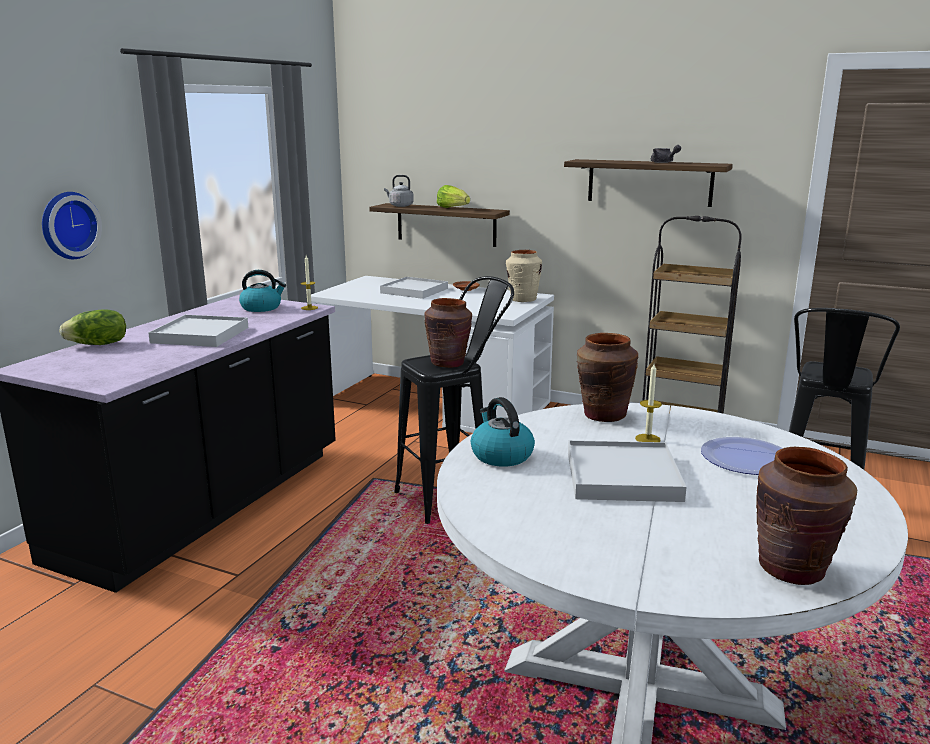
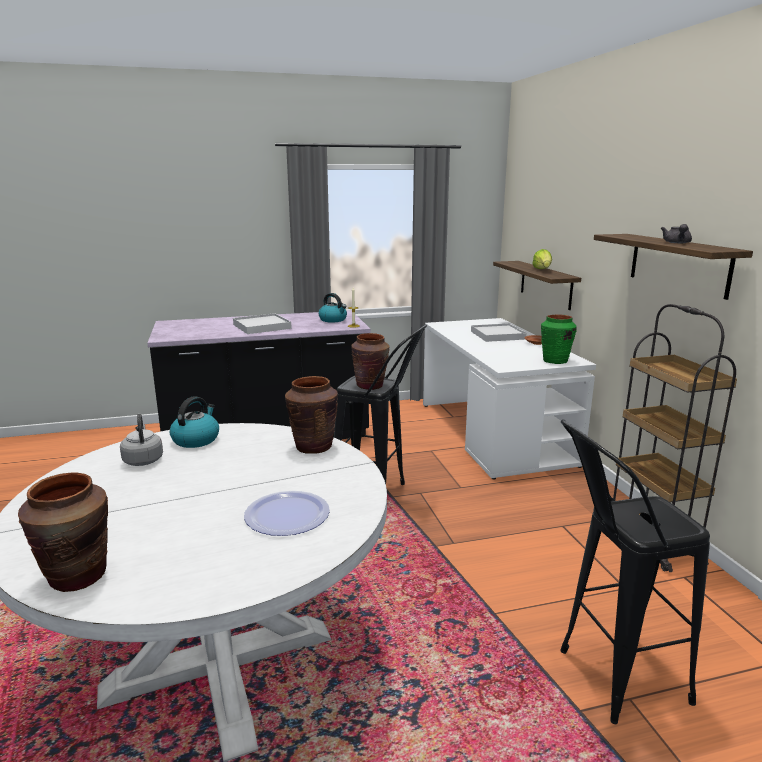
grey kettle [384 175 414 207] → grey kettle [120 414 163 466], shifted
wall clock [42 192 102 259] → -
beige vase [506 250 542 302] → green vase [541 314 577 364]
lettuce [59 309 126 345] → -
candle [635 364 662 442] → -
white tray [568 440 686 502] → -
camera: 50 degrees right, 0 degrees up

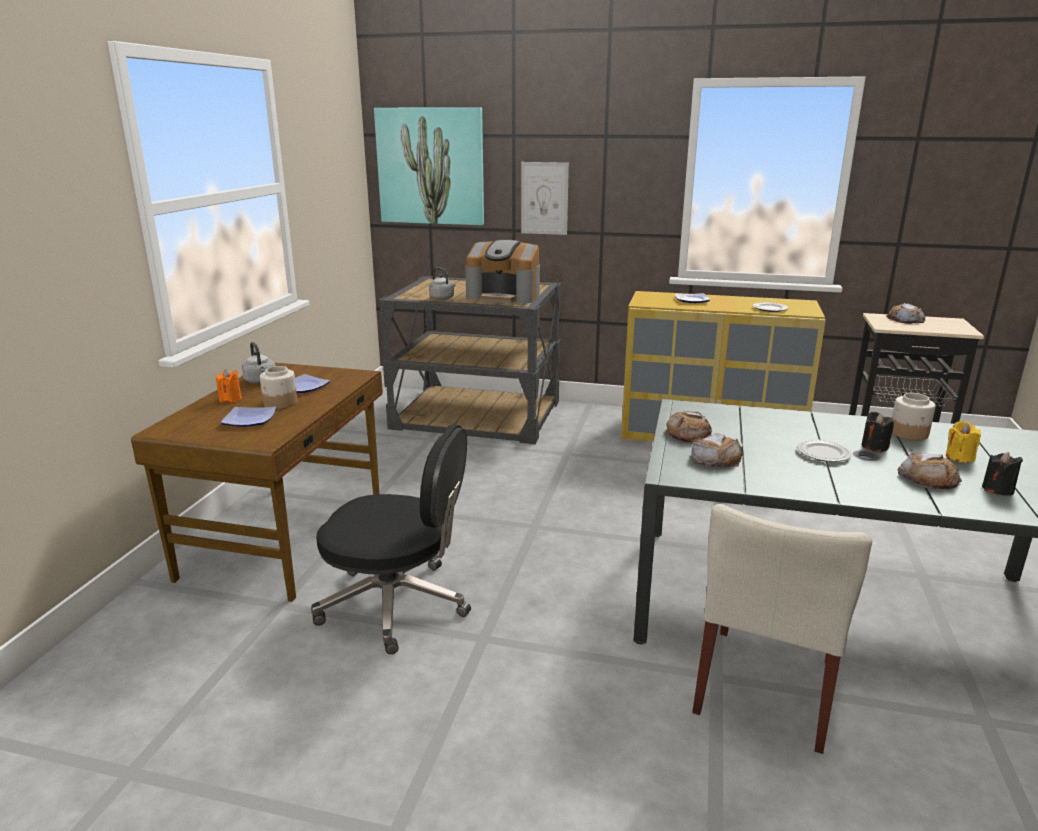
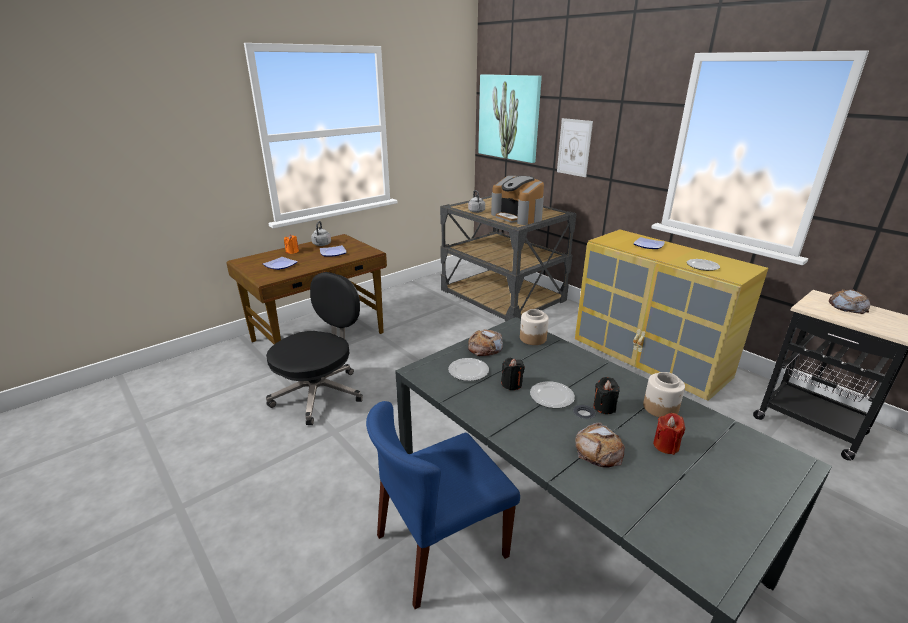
jar [260 366 298 409] → jar [520 309 549 345], shifted
yellow candle [946 421 981 463] → red candle [653 413 685 455]
black office chair [311 424 471 654] → black office chair [266 272 363 425], 105 degrees counterclockwise
bread [692 433 743 468] → plate [448 358 489 381]
black candle [982 452 1023 496] → black candle [501 358 525 390], shifted
beige chair [692 504 872 754] → blue chair [366 401 520 609]
camera: 35 degrees right, 5 degrees up

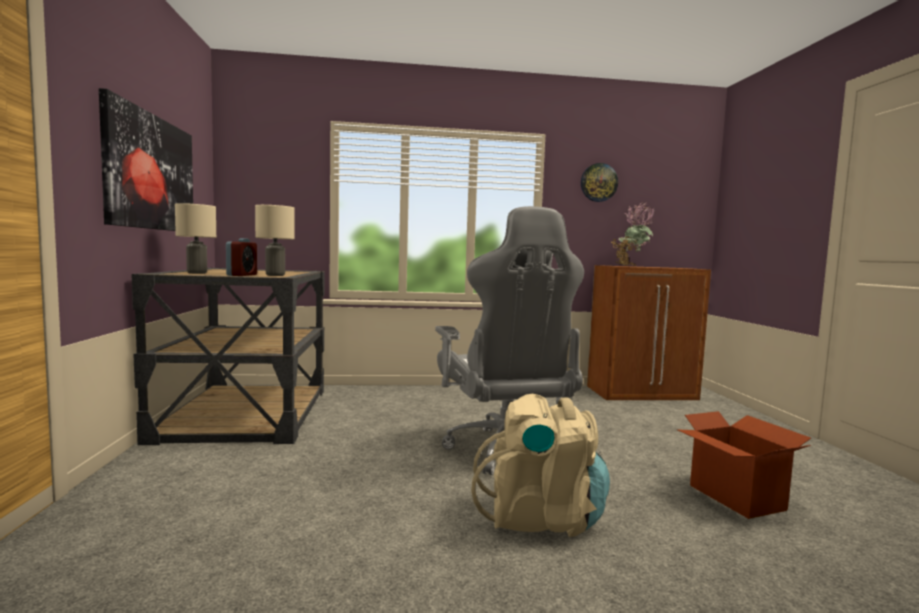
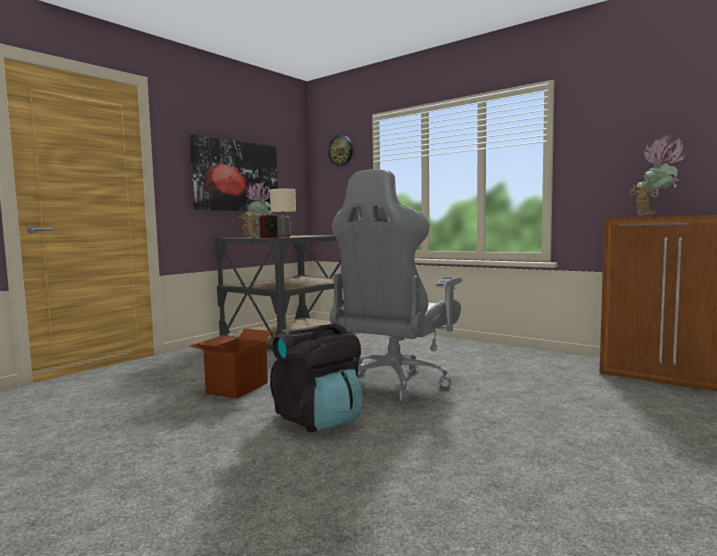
wall clock [581 163 618 202] → wall clock [328 135 353 167], shifted
beige table lamp [175 203 216 274] → potted plant [238 180 271 237]
beige backpack [471 394 610 537] → black backpack [270 323 363 432]
cardboard box [677 411 811 519] → cardboard box [190 329 277 399], shifted
camera: 45 degrees right, 0 degrees up

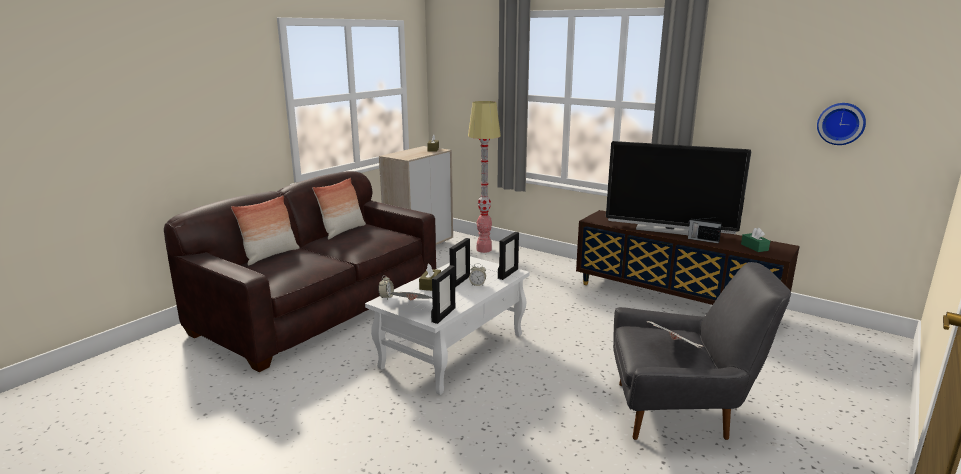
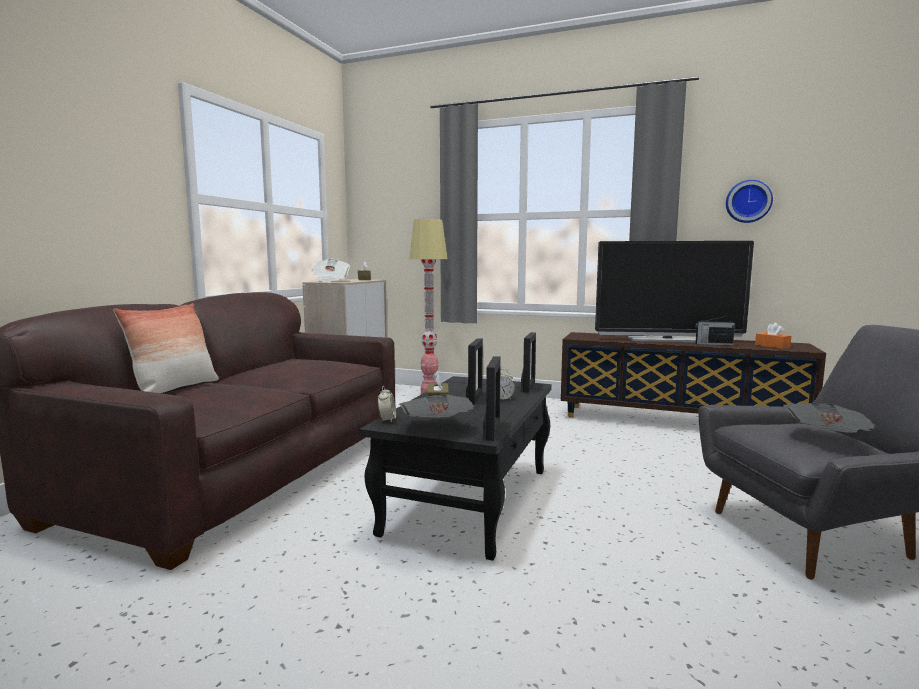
wall clock [817 103 866 145] → wall clock [726 180 773 223], shifted
pillow [312 178 366 239] → -
green tissue box [741 227 770 252] → orange tissue box [755 323 791 349]
white coffee table [365 256 530 395] → black coffee table [359 376 552 561]
- → newspaper [312 258 351 282]
camera: 15 degrees left, 10 degrees down

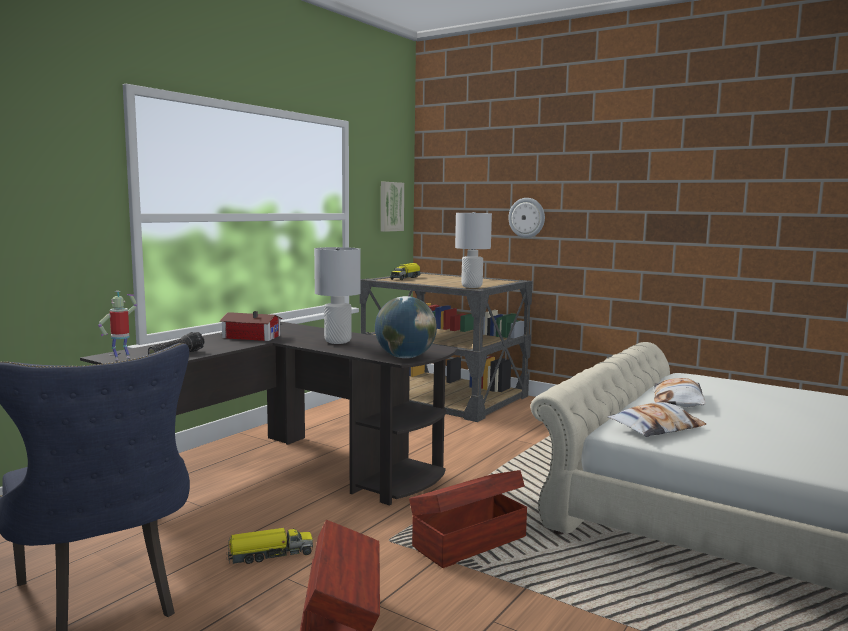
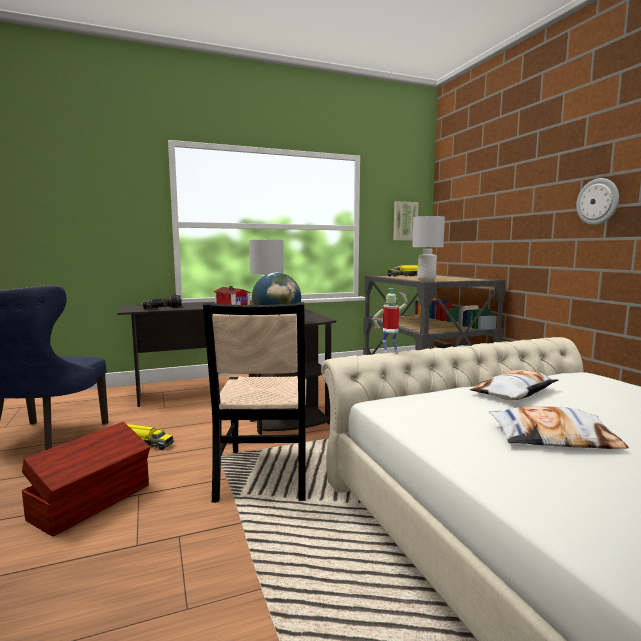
wall clock [508 198 545 238] → wall clock [576 178 619 225], shifted
toy robot [98 291 137 360] → toy robot [373 288 408 353], shifted
pillow [607 402 706 437] → pillow [489 406 629 449], shifted
brown storage box [409 470 527 568] → chair [203 302 306 503]
camera: 35 degrees right, 0 degrees up

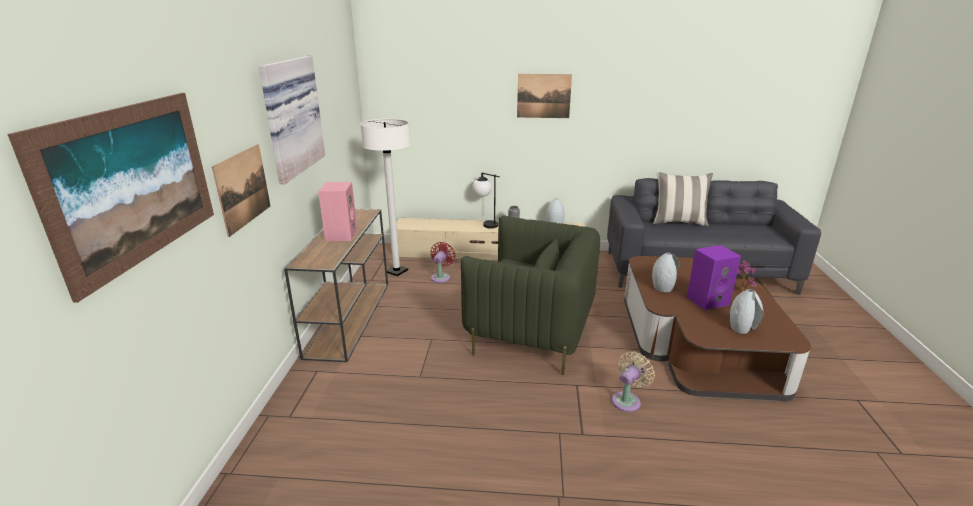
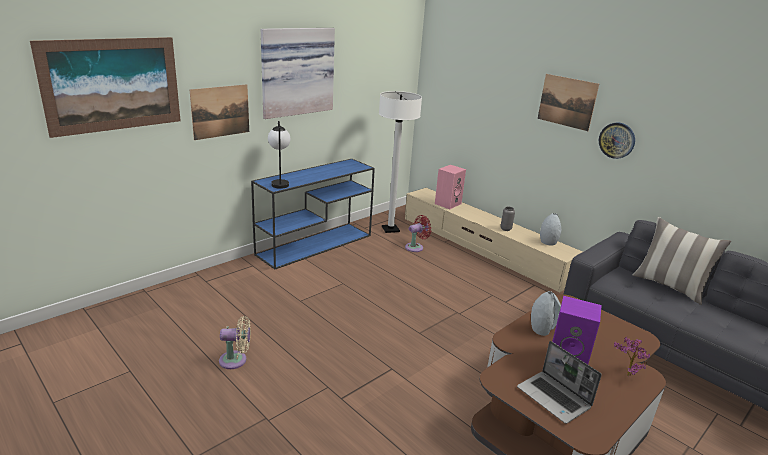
table lamp [473 173 500 228] → table lamp [268 121 290 189], shifted
pink speaker [318 182 357 241] → pink speaker [435 165 466 209], shifted
brown console table [284 209 388 362] → blue console table [251 159 375 269]
green armchair [461 215 600 375] → -
grey vase [730 289 763 334] → laptop [517 341 602 424]
beige fan [612 352 655 412] → beige fan [219 316 251 369], shifted
- → wall clock [599 123 635 159]
camera: 40 degrees right, 0 degrees up

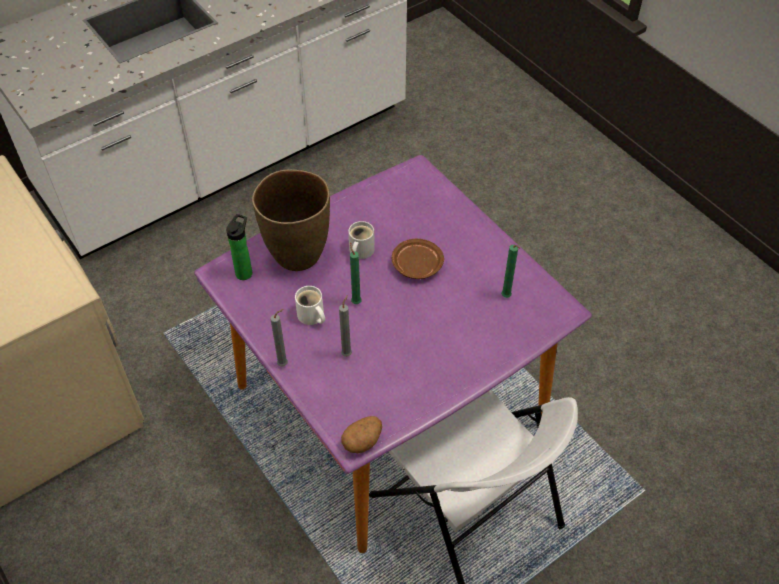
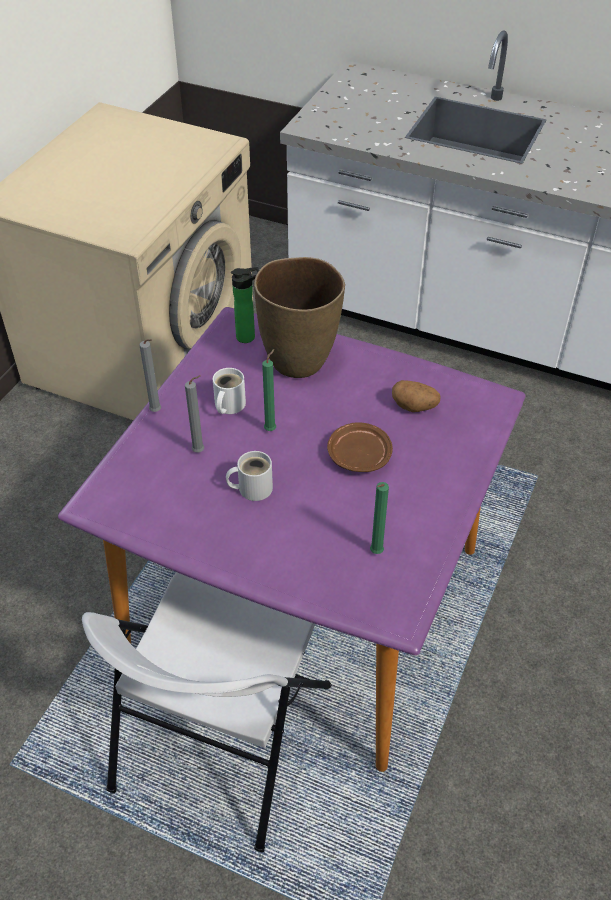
white mug [348 221 375 259] → white mug [226 451 273 501], shifted
potato [341 416 382 453] → potato [392 380 441 412], shifted
camera: 60 degrees right, 5 degrees down

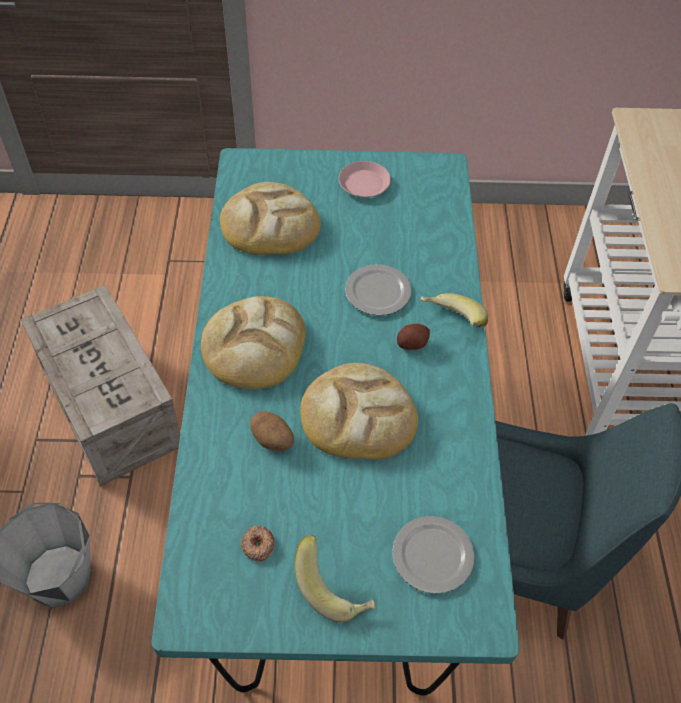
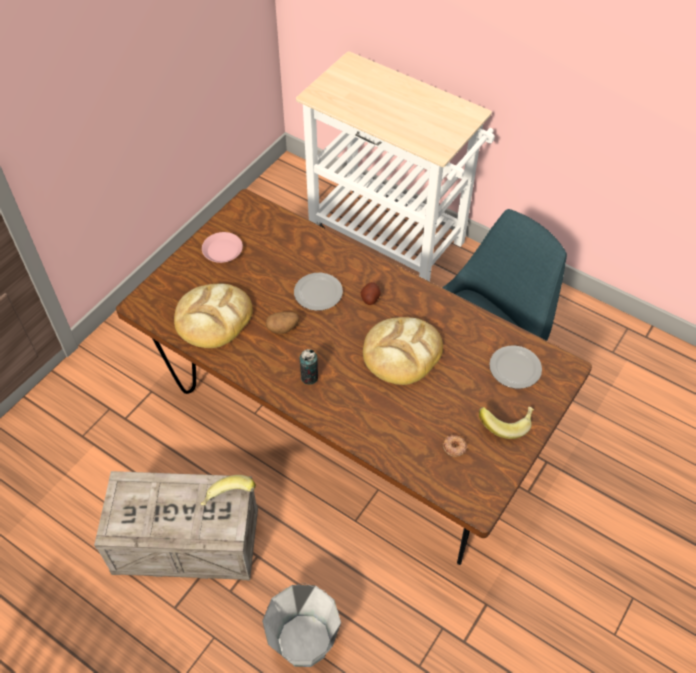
turquoise dining table [151 148 520 696] → brown dining table [116 189 592 565]
banana [421 293 488 328] → banana [201 475 256 505], shifted
bread [201 296 306 389] → can [299 349 318 385]
potato [250 411 294 451] → potato [266 312 299 334], shifted
camera: 55 degrees left, 0 degrees up

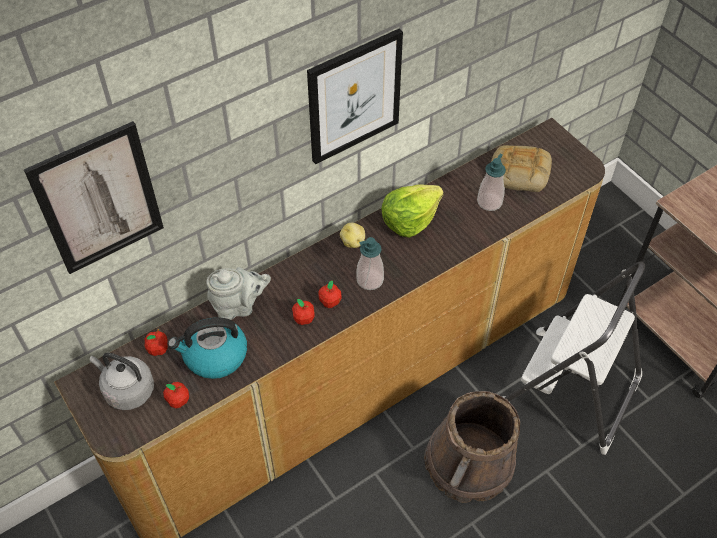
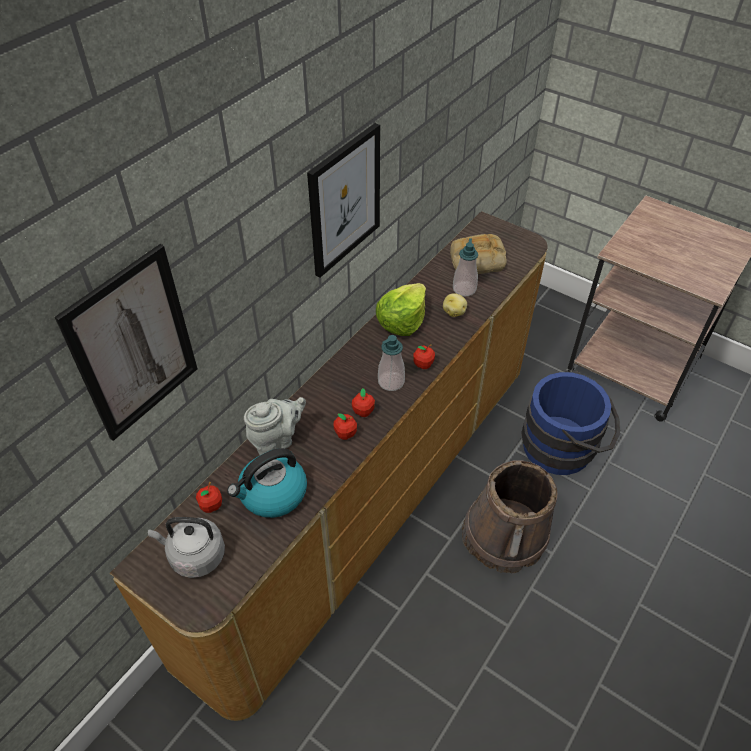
potato [340 223 365 248] → potato [443 293 467 317], shifted
white step ladder [502 261 645 455] → blue bucket [521 371 620 475]
apple [163 382 189 408] → apple [413 344 435 369], shifted
camera: 20 degrees left, 5 degrees down

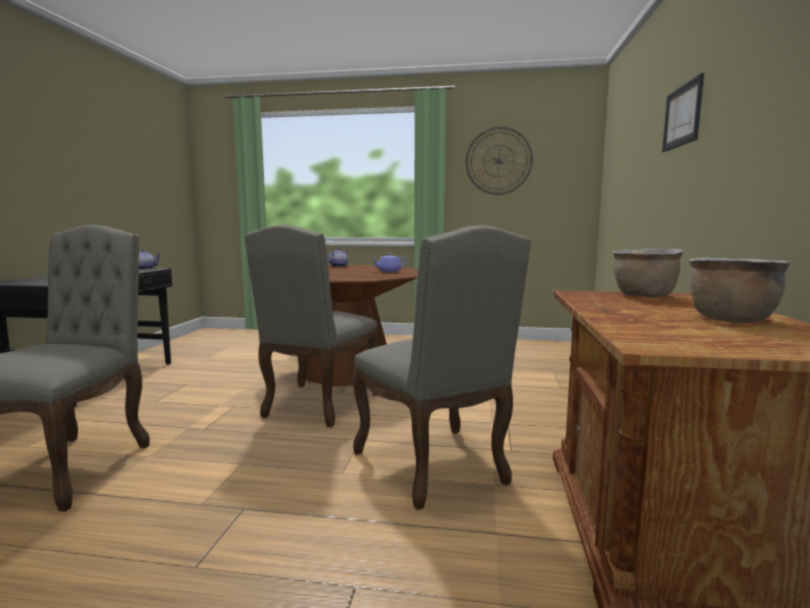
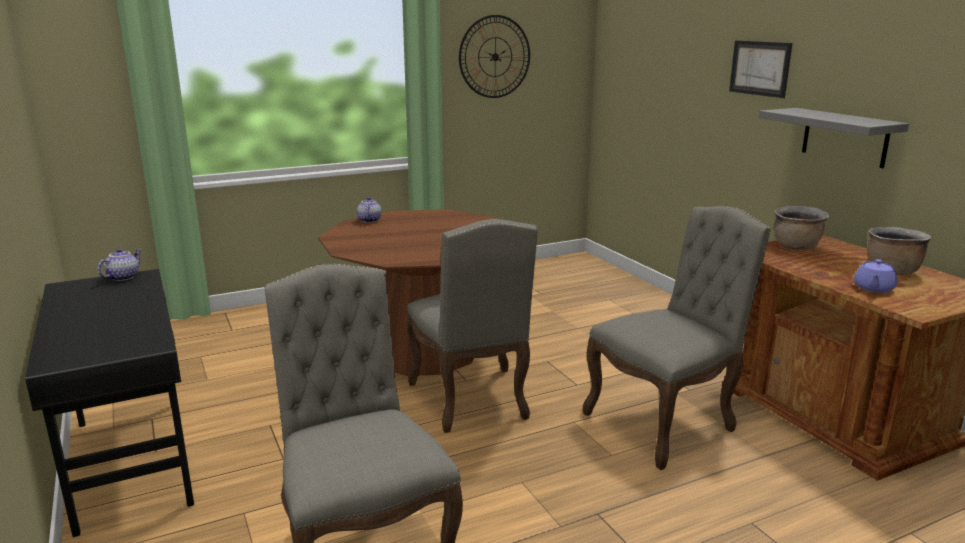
grey chair [353 225 531 510] → grey chair [583 206 771 470], 60 degrees counterclockwise
purple teapot [371 253 406 272] → purple teapot [854 259 898 293], shifted
- → grey shelf [759 108 909 168]
camera: 35 degrees left, 10 degrees up

